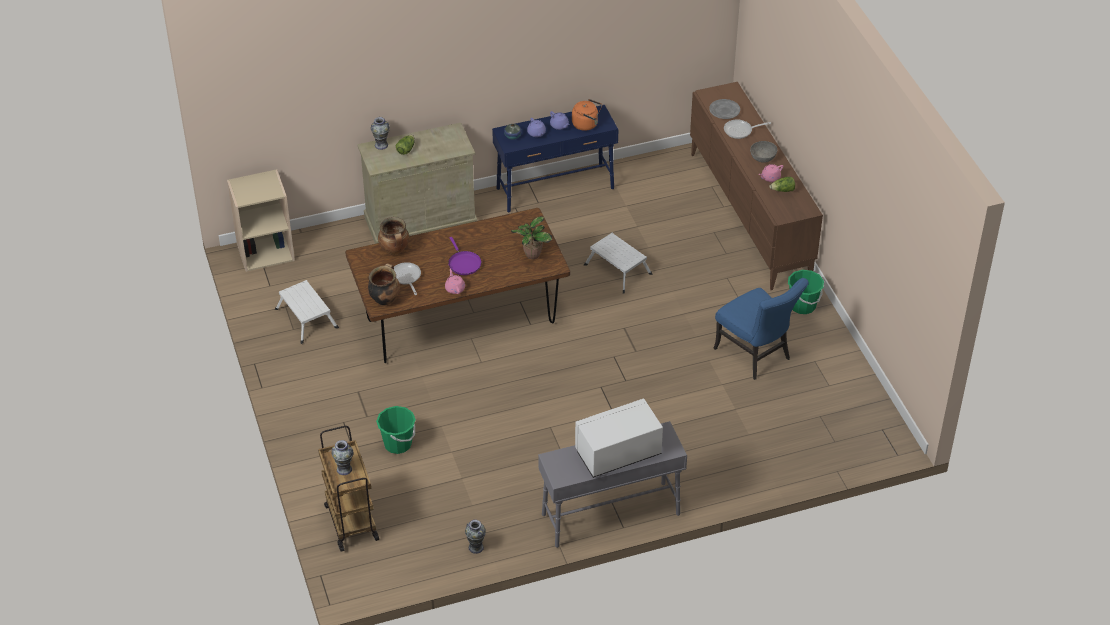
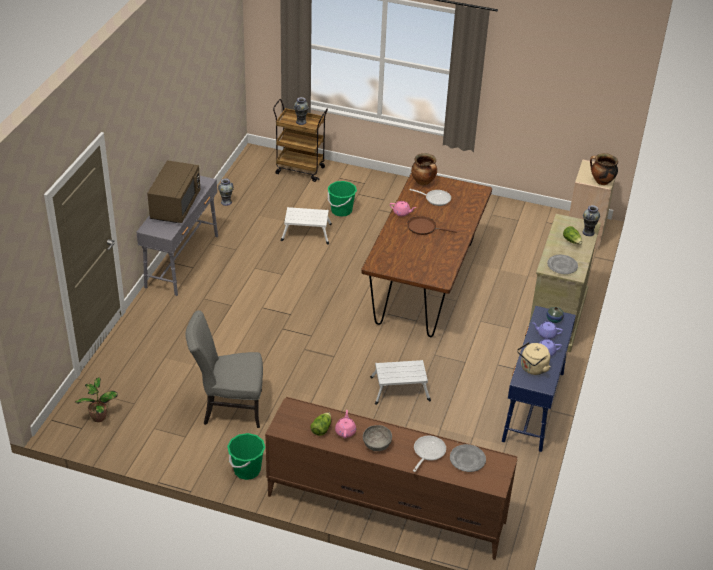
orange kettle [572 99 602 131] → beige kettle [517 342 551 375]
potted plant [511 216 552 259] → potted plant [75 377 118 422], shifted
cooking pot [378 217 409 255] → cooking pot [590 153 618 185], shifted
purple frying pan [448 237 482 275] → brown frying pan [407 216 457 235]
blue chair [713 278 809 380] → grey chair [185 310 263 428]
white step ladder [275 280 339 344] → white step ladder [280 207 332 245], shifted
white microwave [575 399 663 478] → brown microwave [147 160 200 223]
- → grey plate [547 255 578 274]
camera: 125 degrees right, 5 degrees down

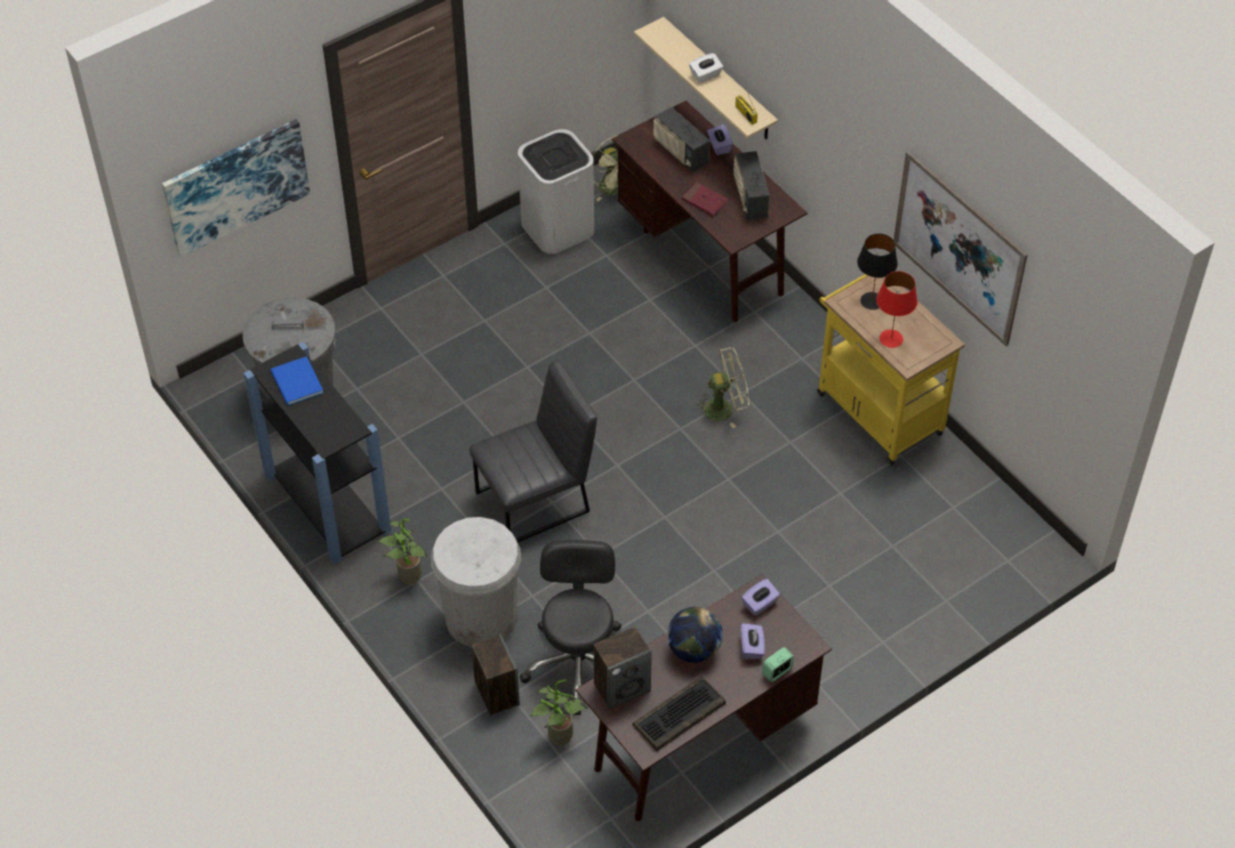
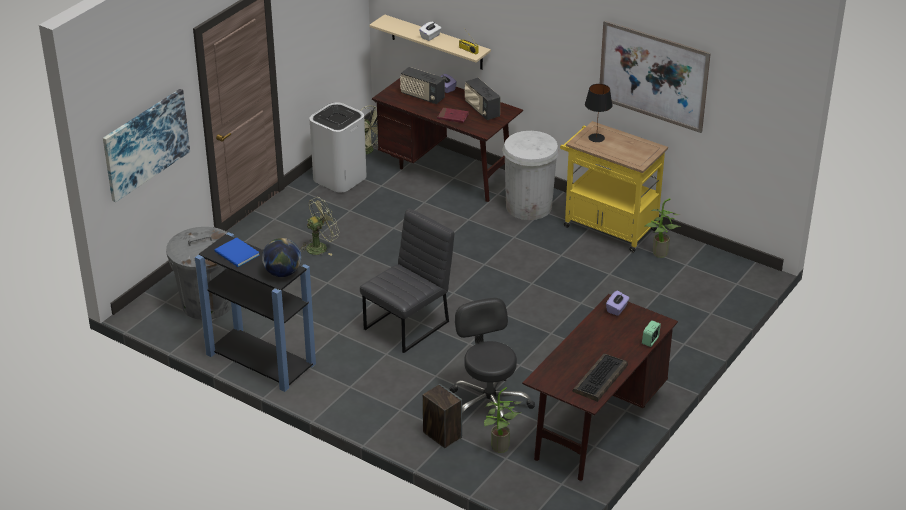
red table lamp [876 271 918 348] → -
green fan [694 347 749 428] → green fan [300 197 340 256], shifted
white trash can [431 517 521 647] → white trash can [502 131 560 220], shifted
potted plant [375 519 427 584] → potted plant [645 198 681 258], shifted
globe [667 607 723 663] → globe [262 238 301 277], shifted
purple tissue box [741 623 765 659] → -
speaker [594 626 652 710] → -
camera: 20 degrees left, 15 degrees down

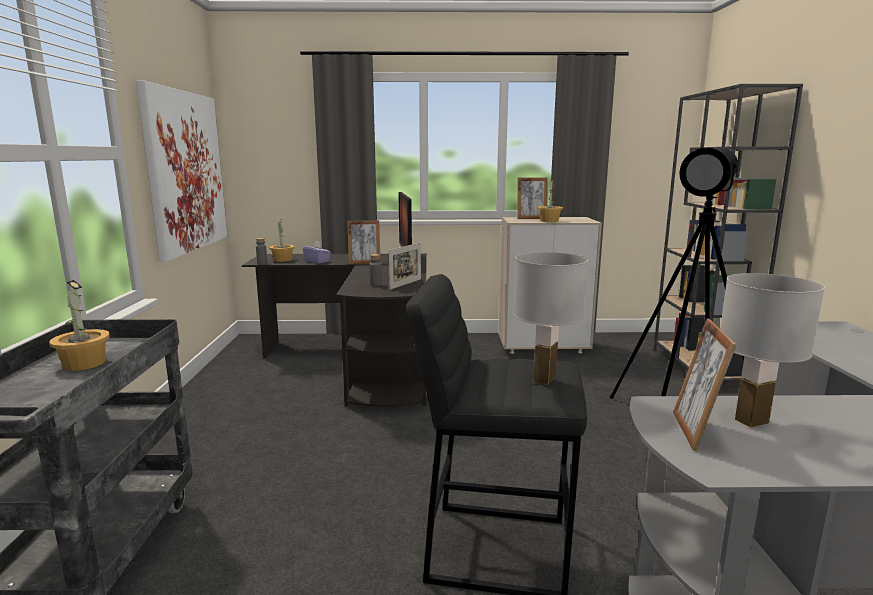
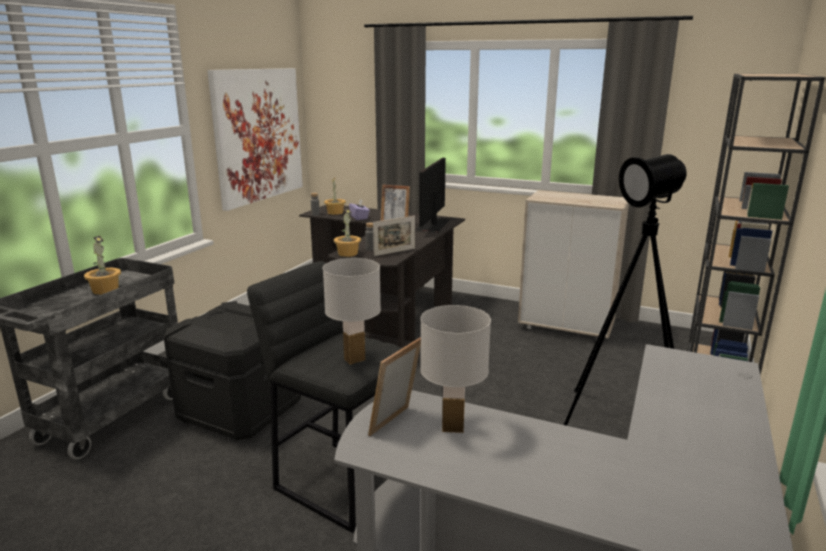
picture frame [517 178 548 219] → -
potted plant [537 179 563 222] → potted plant [334 209 361 257], shifted
- → black storage box [164 301 301 440]
camera: 25 degrees right, 5 degrees up

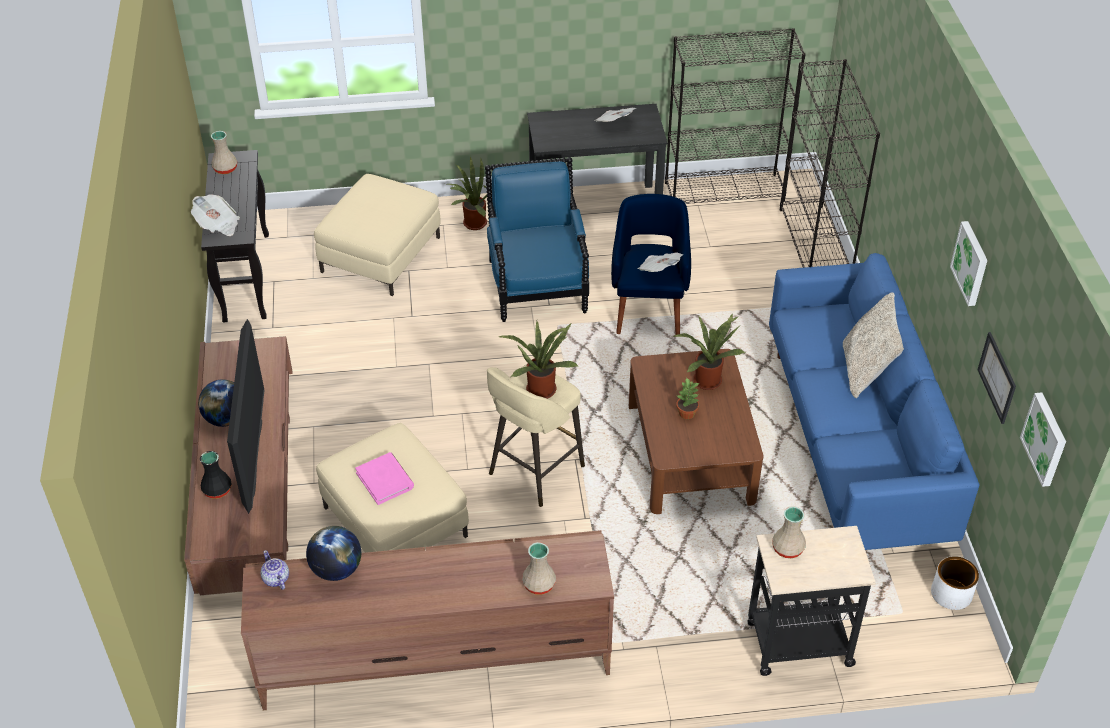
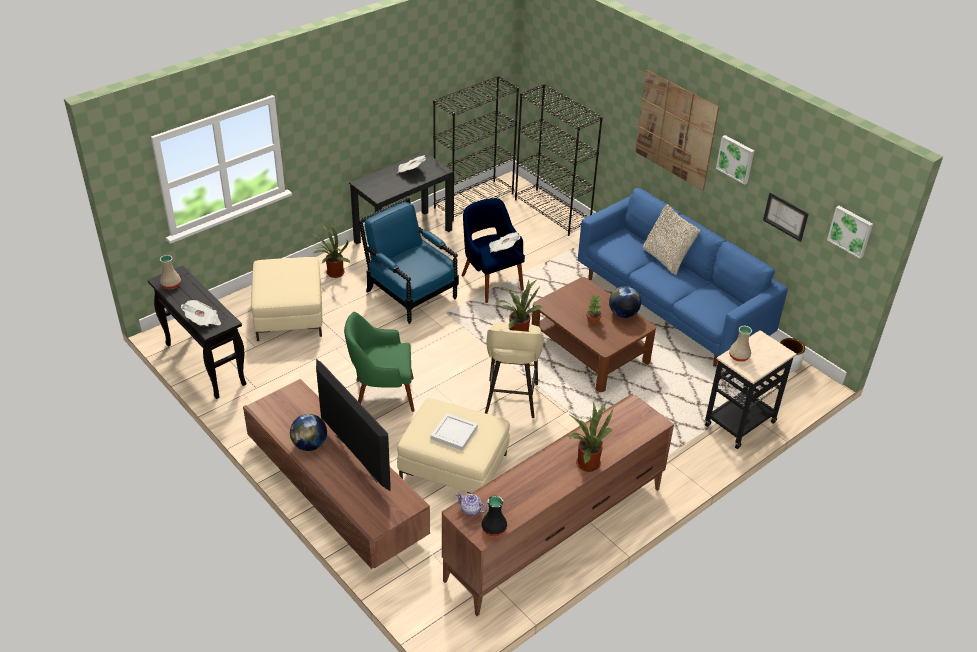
potted plant [672 313 745 390] → potted plant [568 402 613 472], shifted
black vase [200 451 232 499] → black vase [481 496 507 537], shifted
pink book [355 452 414 505] → white tray [431 413 478 451]
globe [306 526 361 581] → globe [609 286 641 318], shifted
beige vase [522 542 556 595] → -
- → picture [635 70 719 191]
- → green armchair [344 312 415 412]
camera: 35 degrees left, 5 degrees down

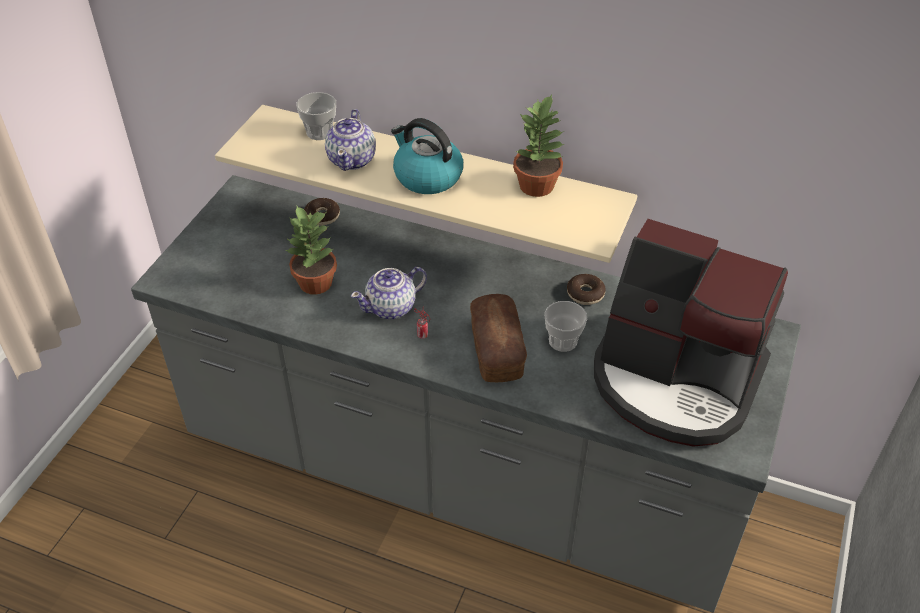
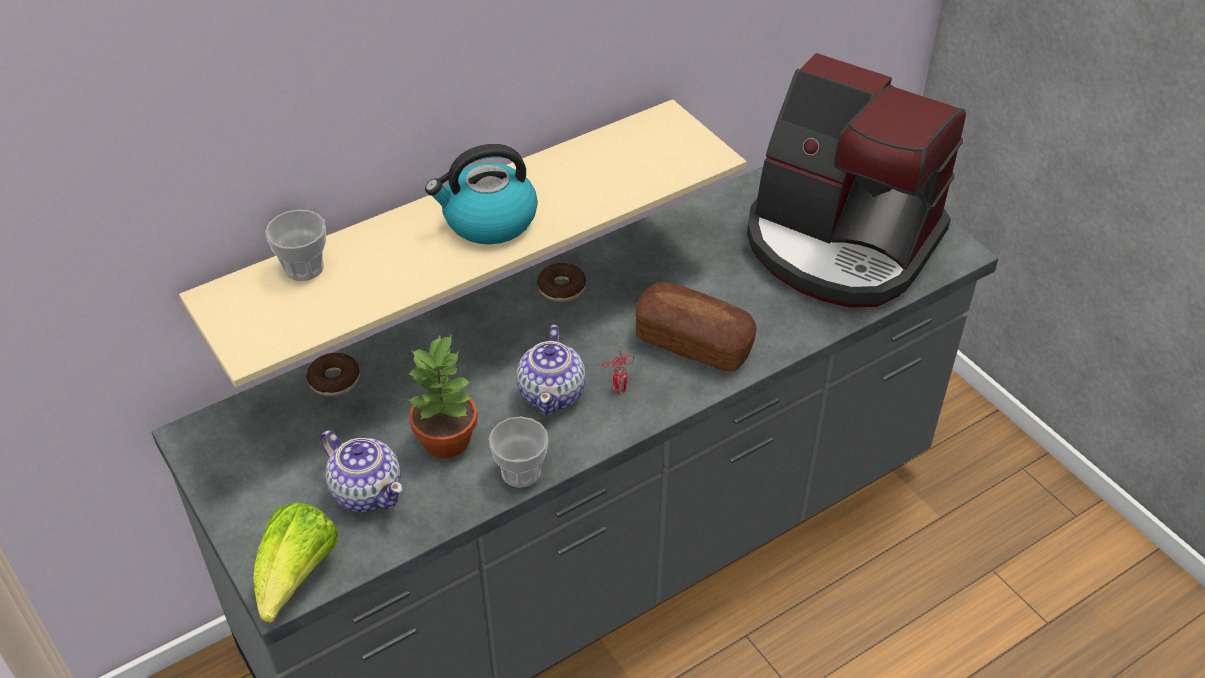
potted plant [513 95 564 197] → -
teapot [325 109 376 171] → teapot [320 430 403 512], shifted
coffee machine [594 219 788 447] → coffee machine [747 53 966 307], 60 degrees clockwise
donut [567 274 606 305] → donut [537 263 586 302], shifted
cup [544 301 587 352] → cup [489 417 549 488], shifted
- → lettuce [253 503 338 623]
camera: 55 degrees left, 0 degrees up

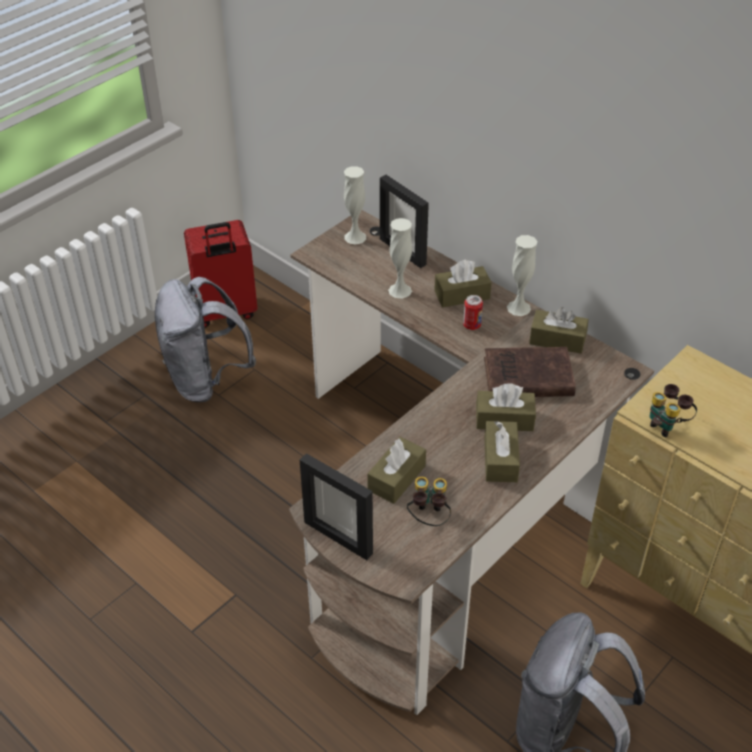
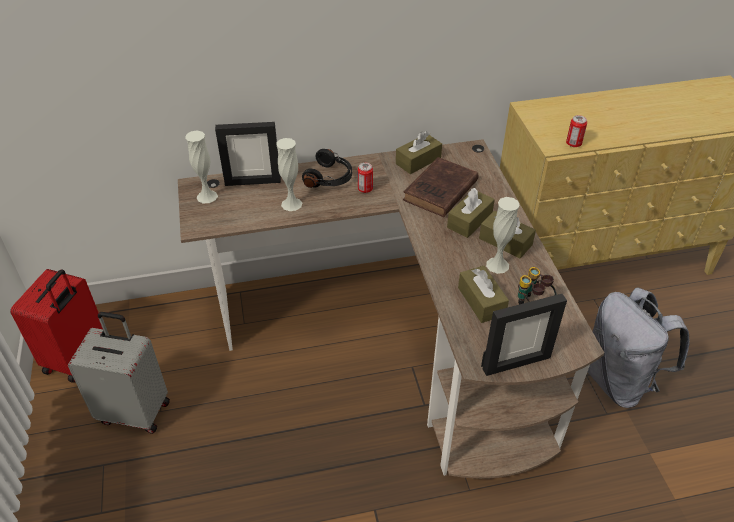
white vase [507 235 537 316] → white vase [486 197 520 274], shifted
brown tissue box [434 260 492 308] → black headphones [302 149 352 188]
grey backpack [154 277 256 402] → grey suitcase [68 312 170 434]
binoculars [649 384 697 437] → can [566 115 587 147]
camera: 55 degrees left, 0 degrees up

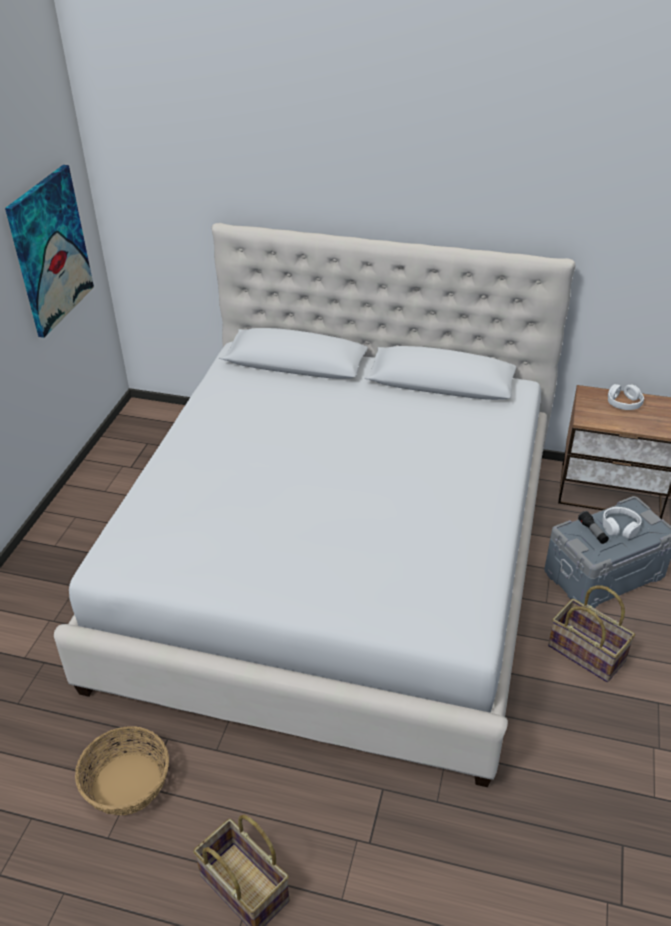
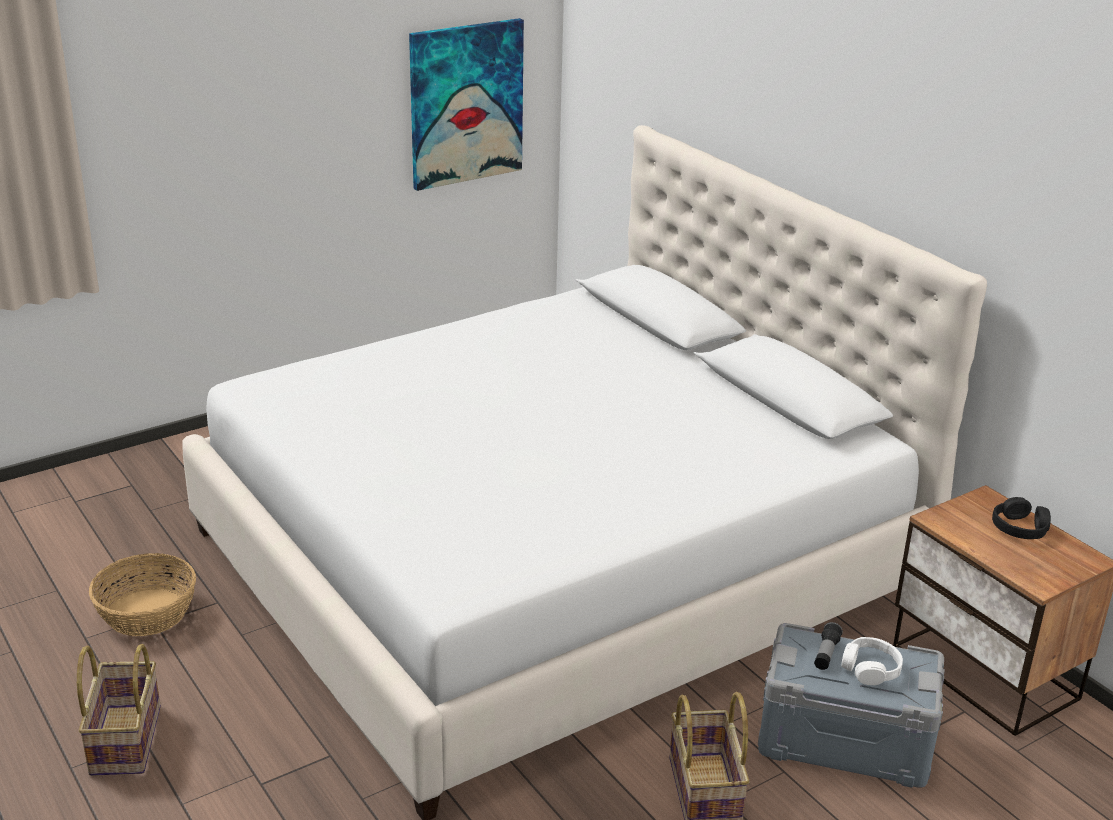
white headphones [608 384 644 410] → black headphones [992 497 1051 539]
camera: 40 degrees right, 10 degrees down

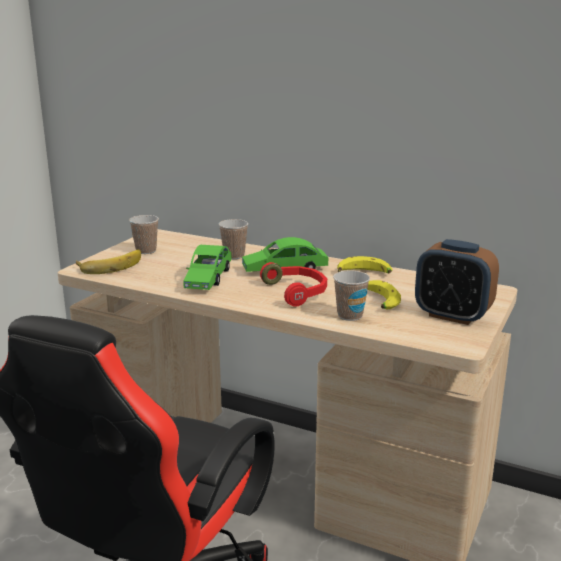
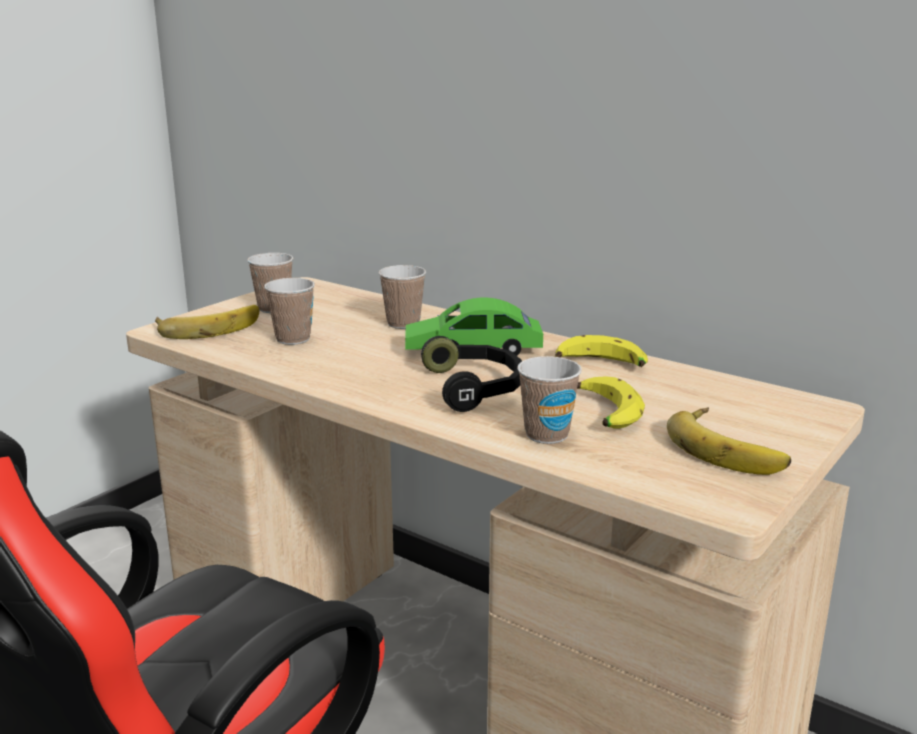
alarm clock [415 239 499 325] → banana [667 407 791 475]
green toy car [183 245 231 290] → -
red headphones [260 262 327 307] → black headphones [421 336 522 412]
- → cup [264 278 315 345]
camera: 10 degrees right, 0 degrees up

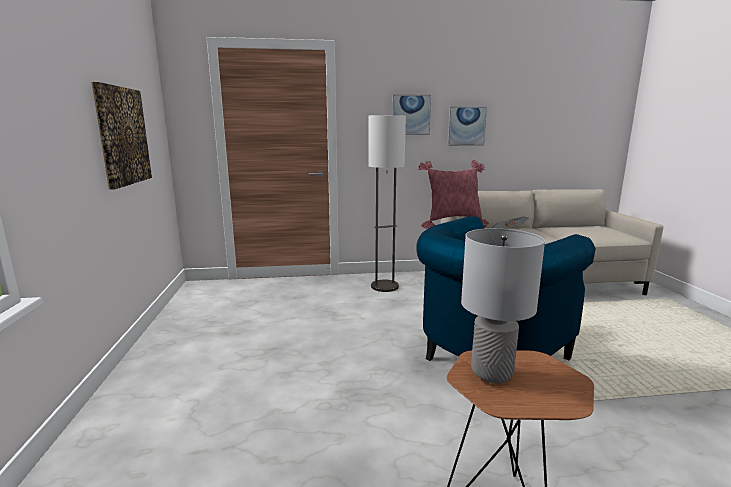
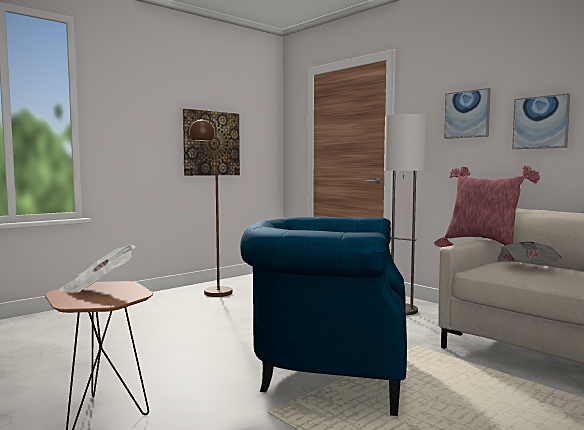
grey table lamp [461 228 545 383] → newspaper [58 245 136 293]
- → brown floor lamp [189 118 233 297]
camera: 55 degrees right, 10 degrees down

